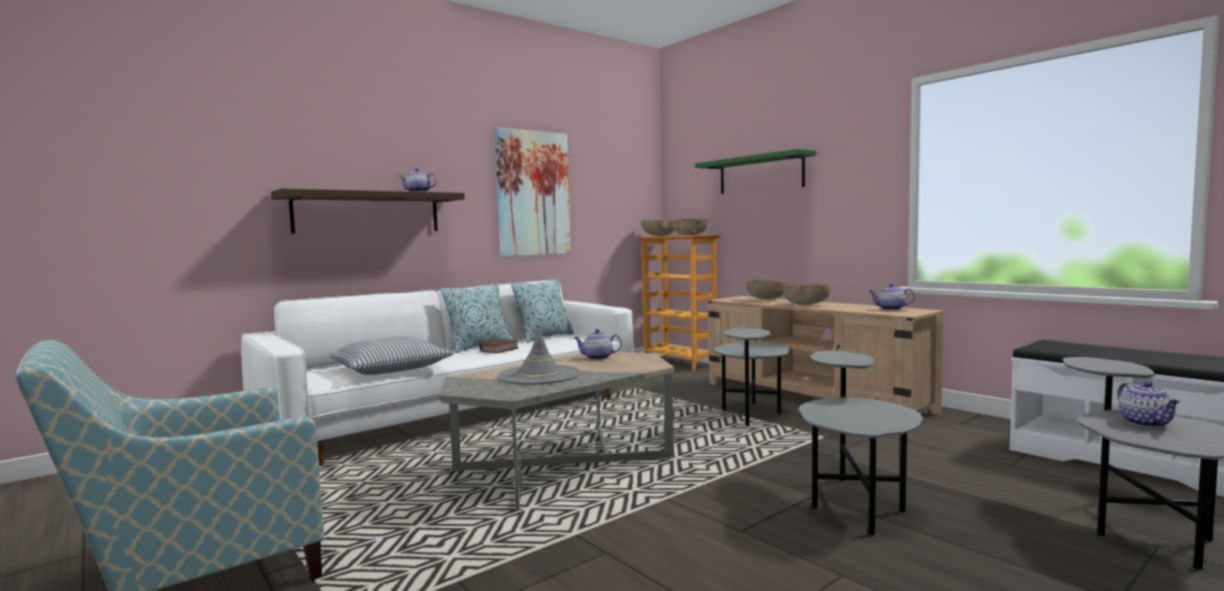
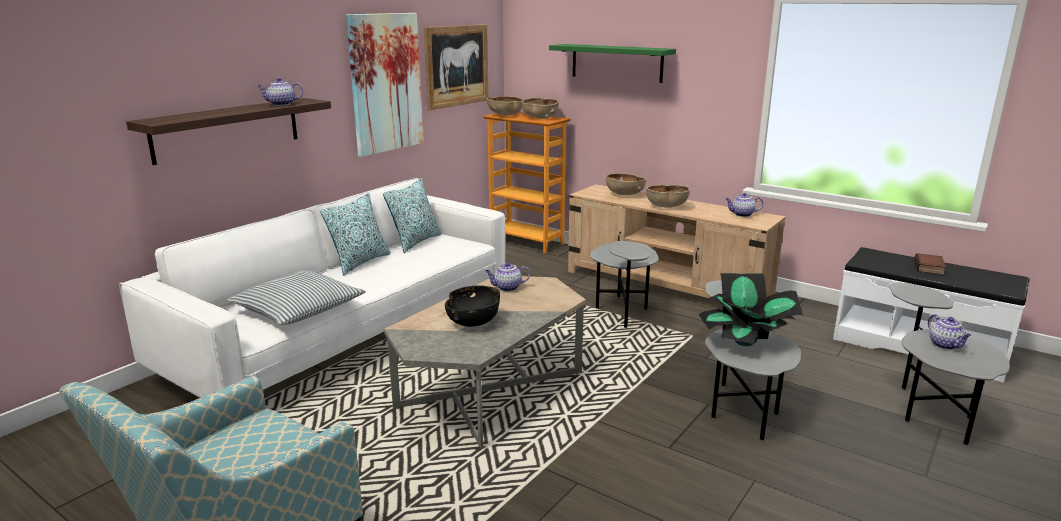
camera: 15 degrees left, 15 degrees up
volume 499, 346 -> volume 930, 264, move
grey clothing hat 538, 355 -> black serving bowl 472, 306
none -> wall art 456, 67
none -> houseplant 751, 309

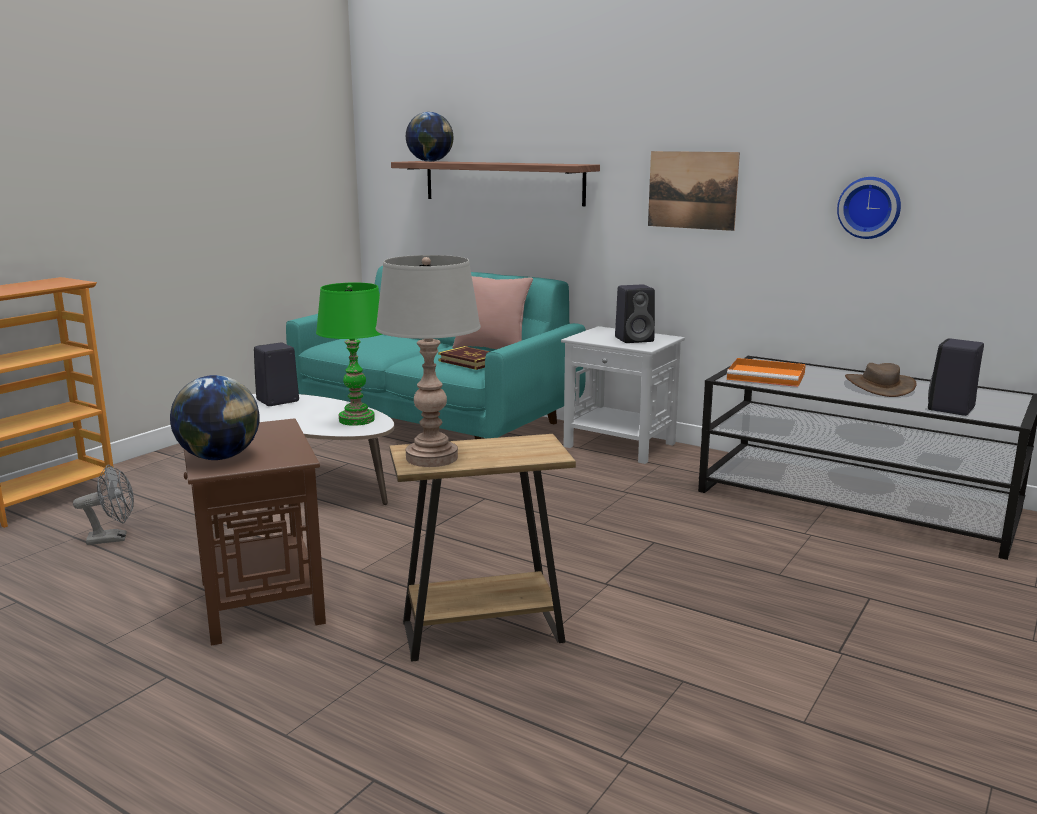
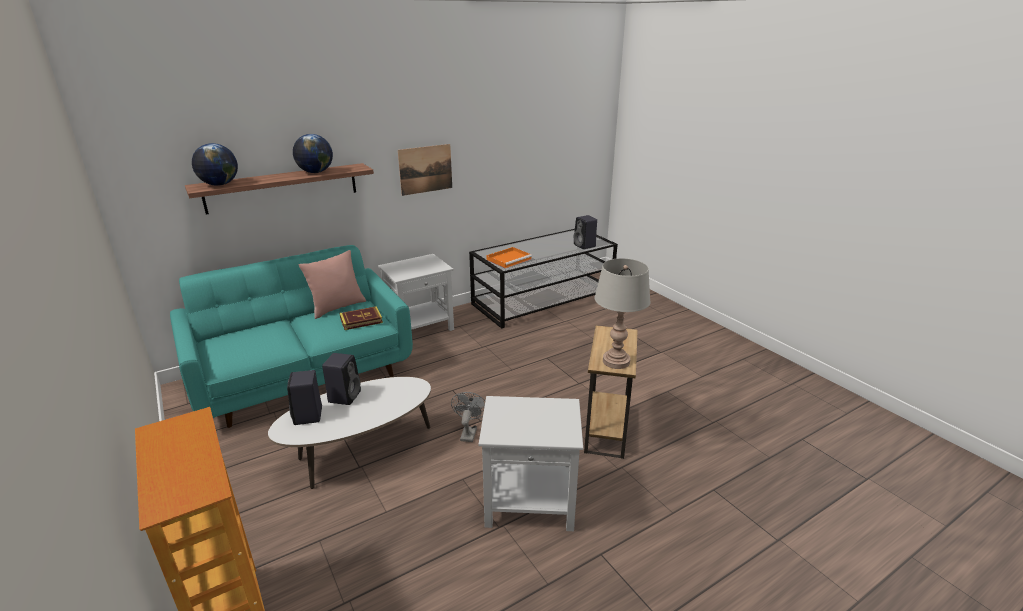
camera: 65 degrees left, 10 degrees up
grey cooling fan 103, 504 -> grey cooling fan 468, 417, move
world globe 215, 417 -> world globe 313, 153, move
brownish side table 255, 532 -> white-coloured side table 530, 463
greenish lamp for a table 349, 354 -> none
black audio speaker 635, 314 -> black audio speaker 341, 379, move
clock on the wall 869, 208 -> none
brownish clothing hat 881, 380 -> none

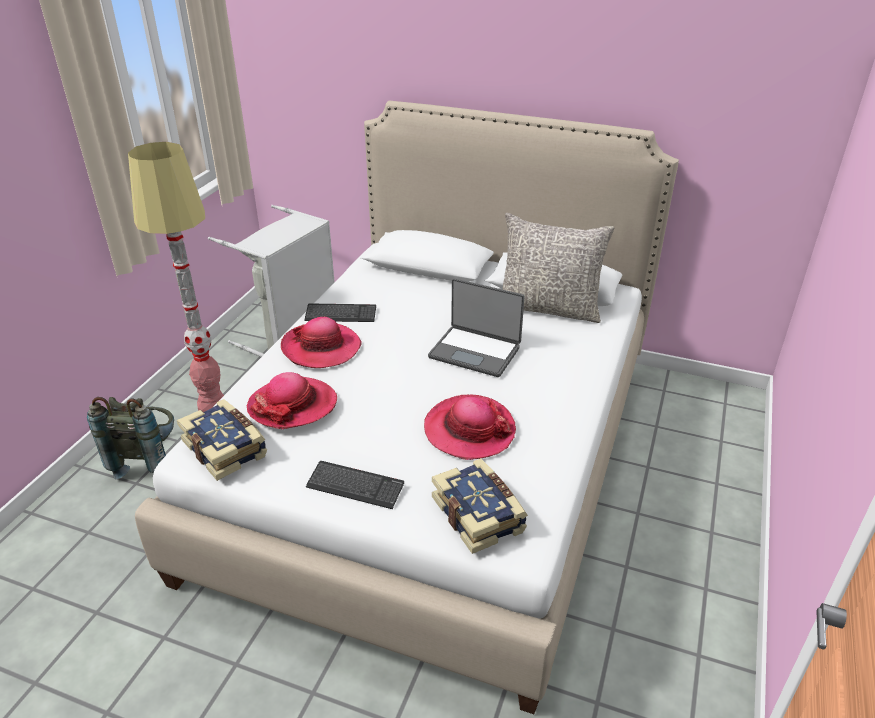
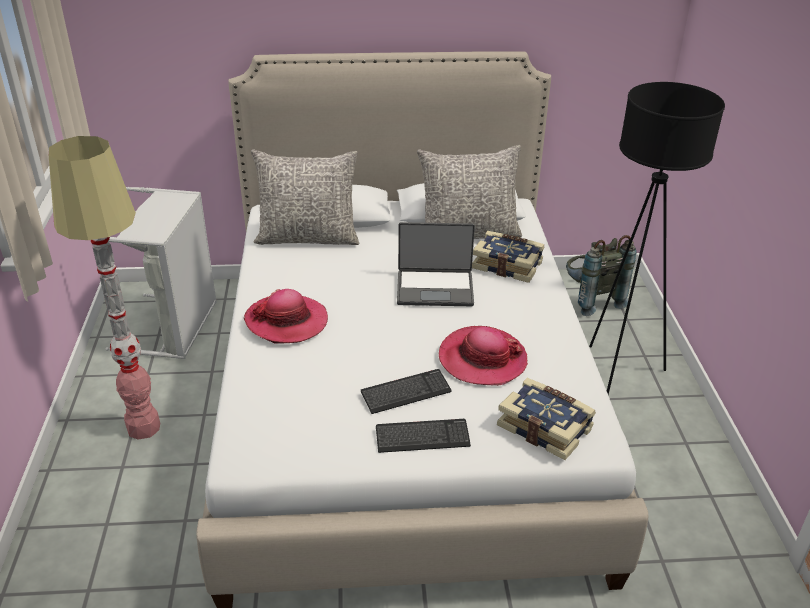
camera: 25 degrees left, 0 degrees up
grey knapsack 130, 438 -> grey knapsack 601, 275, move
volume 222, 440 -> volume 508, 257, move
clothing hat 292, 400 -> none
computer keyboard 340, 313 -> computer keyboard 406, 391, move
none -> grey throw pillow 305, 197
none -> black standing lamp 657, 238

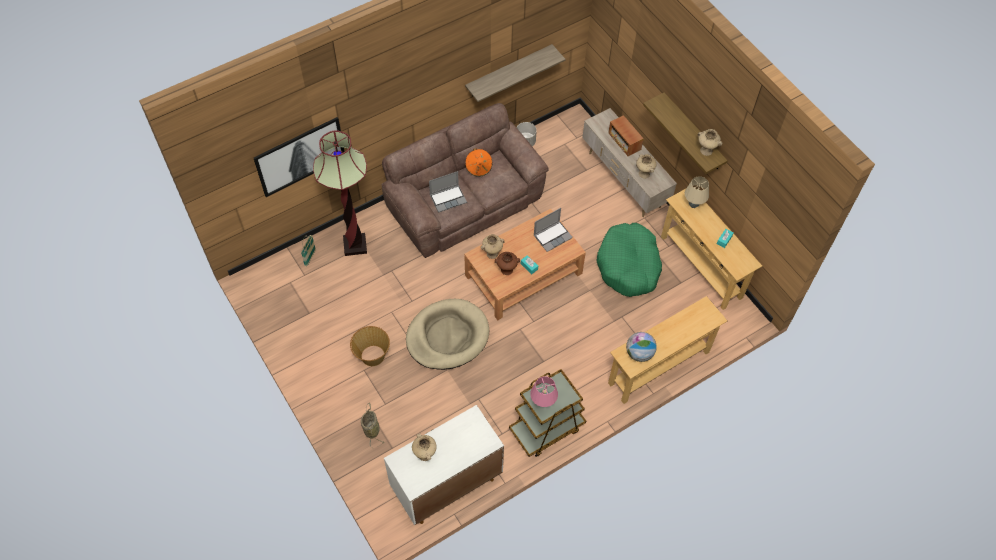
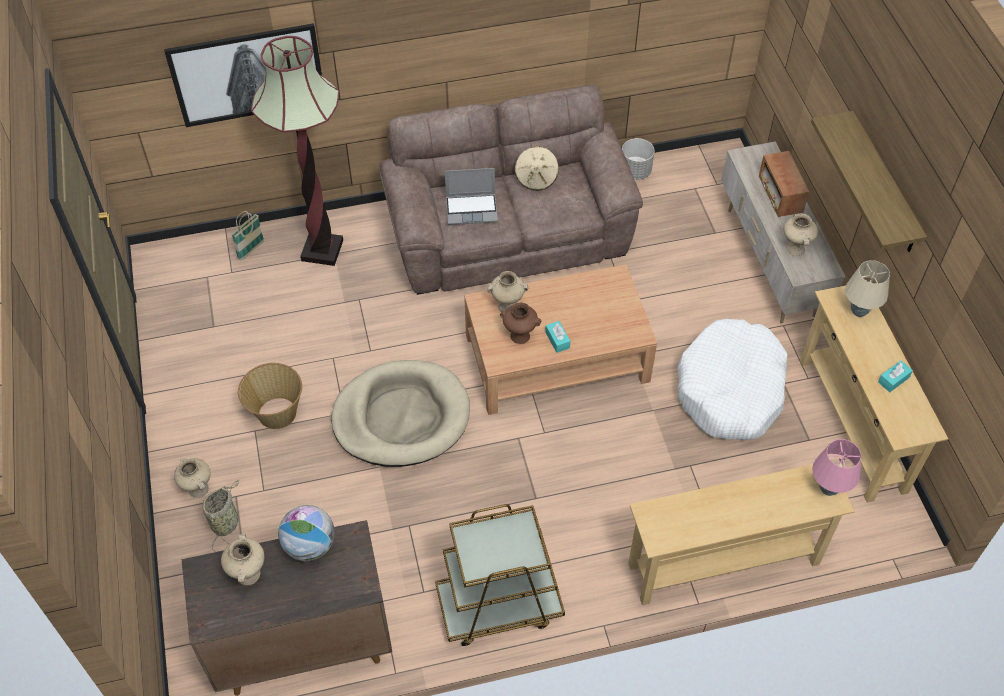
camera: 20 degrees right, 5 degrees down
white-coloured storage cabinet 444, 465 -> brownish storage cabinet 287, 608
shelf 515, 73 -> none
orange clothing hat 478, 162 -> beige clothing hat 536, 168
pinkish lamp for a table 544, 391 -> pinkish lamp for a table 836, 467, move
notebook computer 553, 230 -> none
greenish dog cushion 629, 260 -> white-coloured dog cushion 732, 379
world globe 641, 347 -> world globe 306, 533, move
beige flower vase 710, 142 -> beige flower vase 192, 478, move

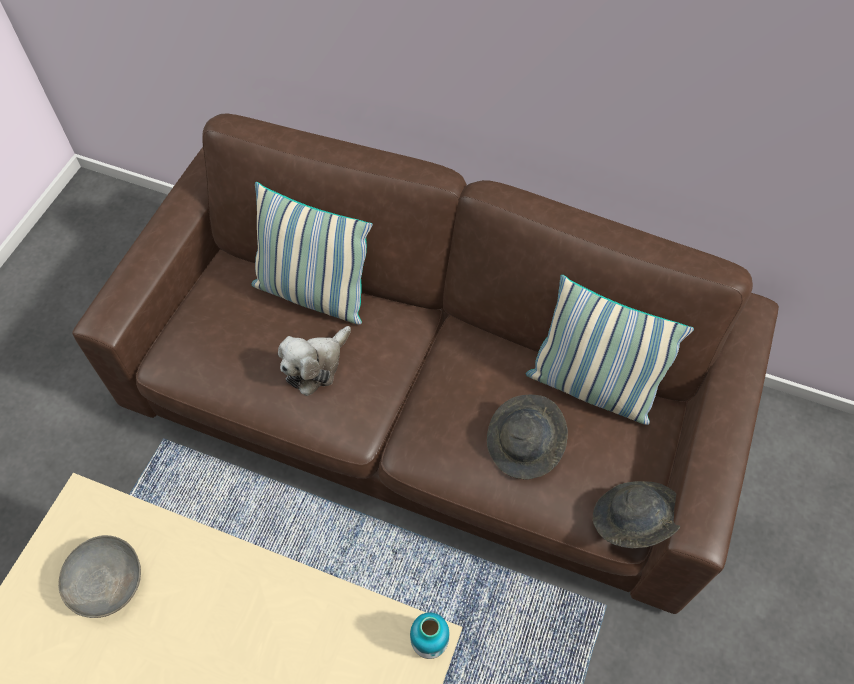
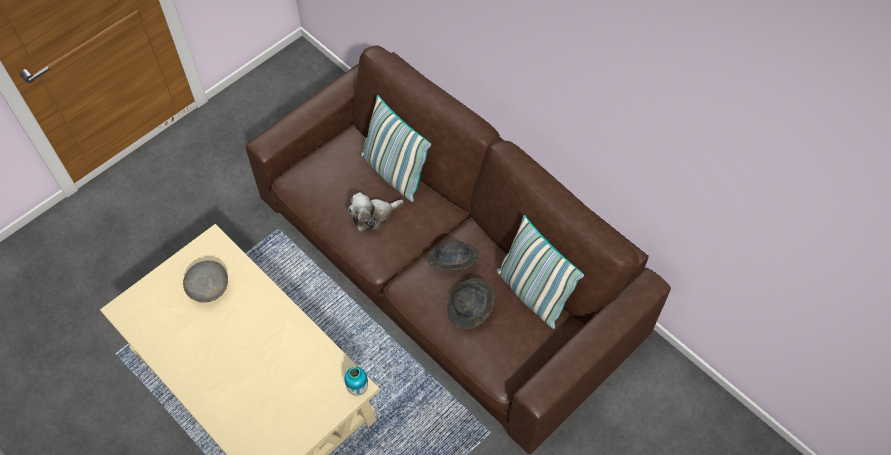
camera: 25 degrees right, 0 degrees up
grey clothing hat 636, 514 -> grey clothing hat 453, 255, move

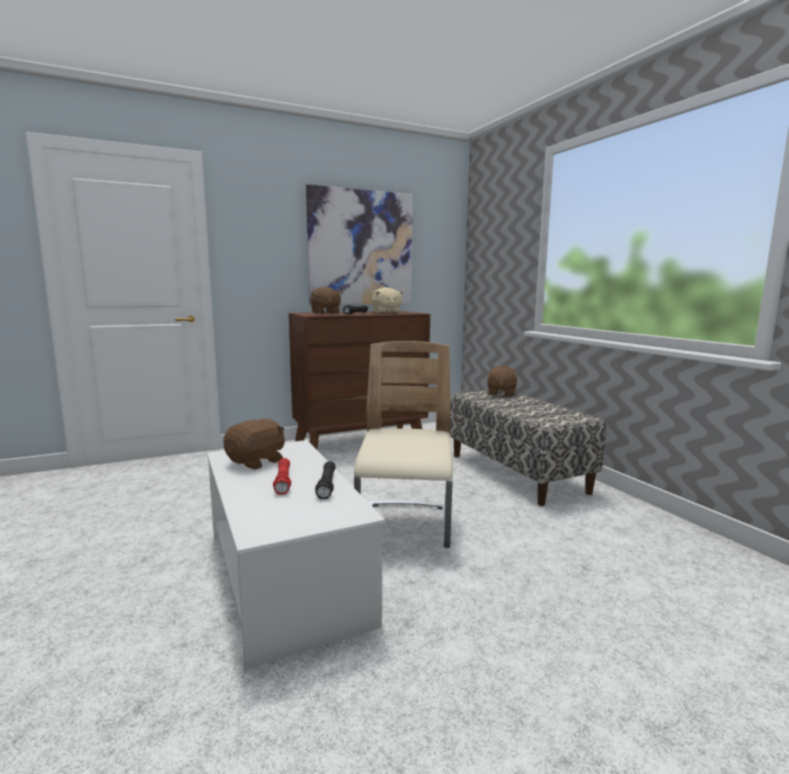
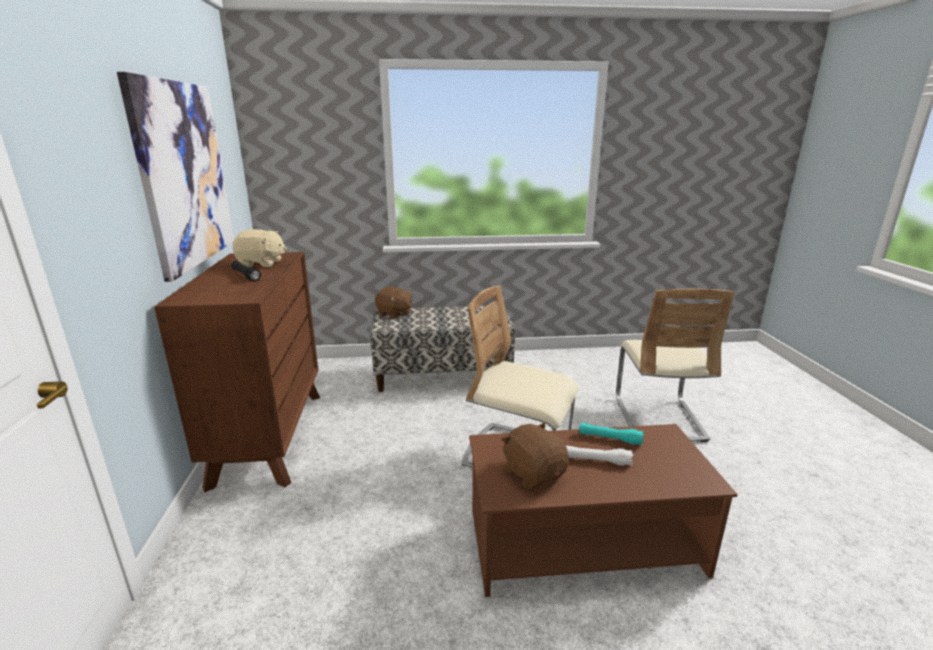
camera: 70 degrees left, 10 degrees up
white-coloured coffee table 296, 555 -> brownish coffee table 603, 510
red-coloured torch 282, 476 -> white-coloured torch 599, 456
brownish plush toy 326, 300 -> none
black torch 325, 480 -> blue-green torch 611, 434
none -> beige chair 675, 365

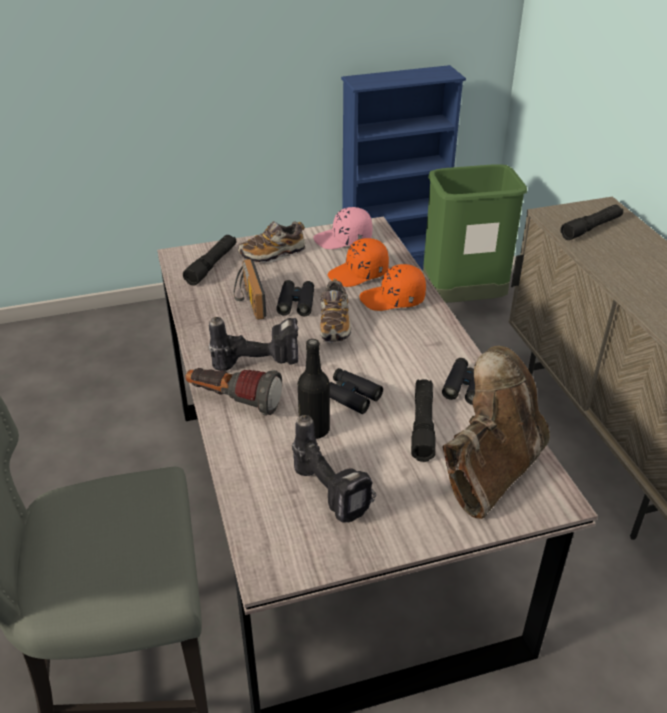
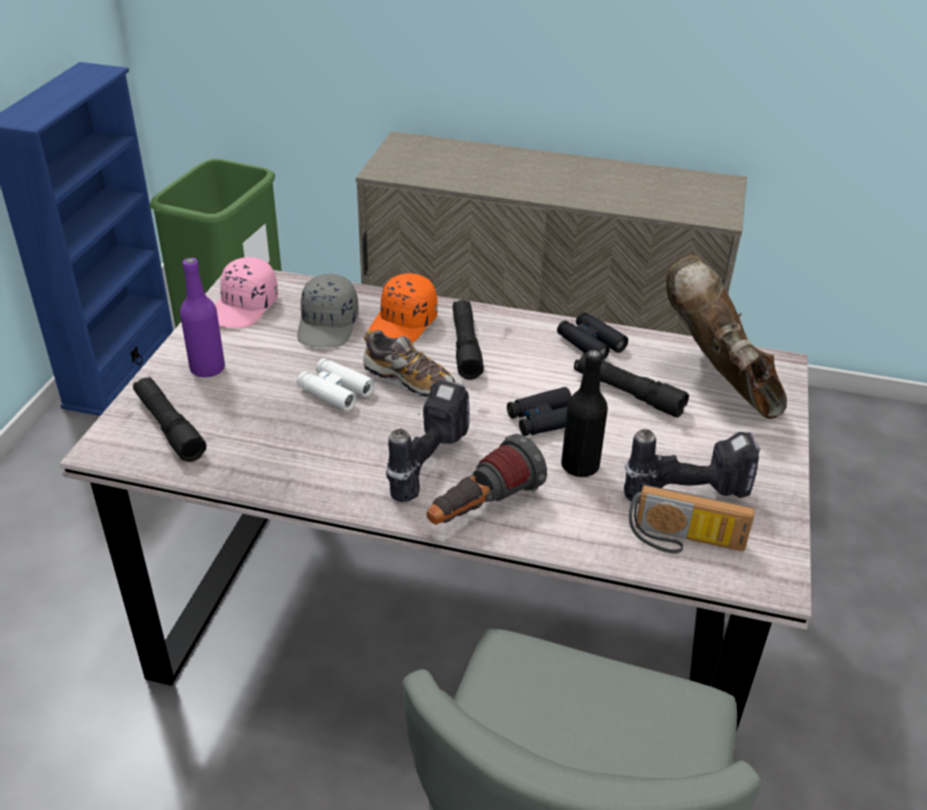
camera: 60 degrees left, 0 degrees up
radio set 250, 289 -> radio set 692, 519, move
item of footwear 271, 242 -> purple-coloured beverage bottle 202, 317
black field glasses 295, 298 -> white-coloured field glasses 336, 384
orange peaked cap 358, 262 -> grey peaked cap 327, 311
black torch 591, 222 -> black torch 468, 340, move

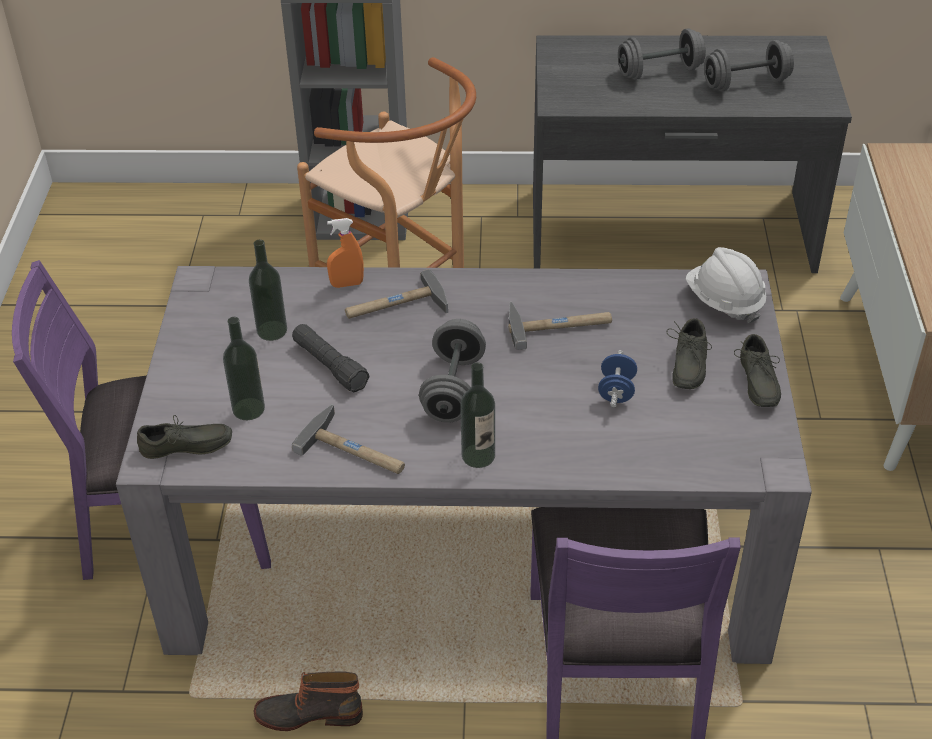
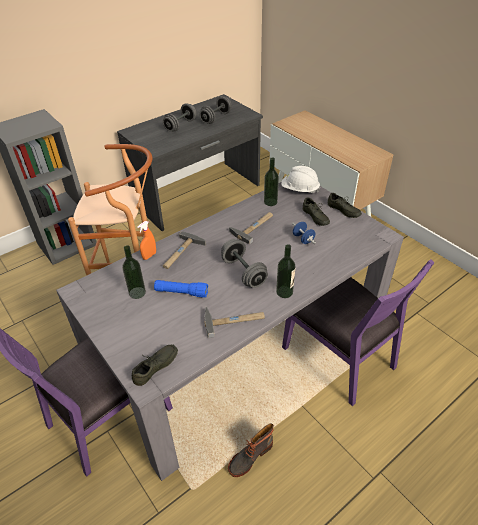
camera: 40 degrees left, 0 degrees up
beverage bottle 244, 368 -> beverage bottle 271, 181, move
black torch 330, 358 -> bluish torch 181, 289

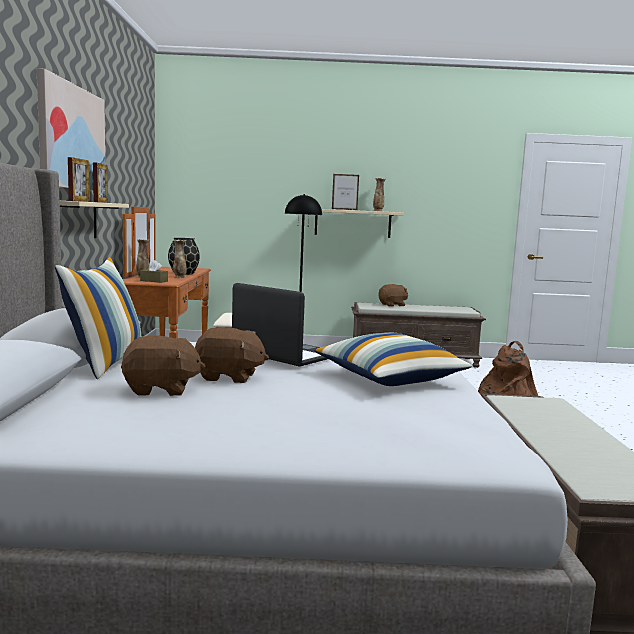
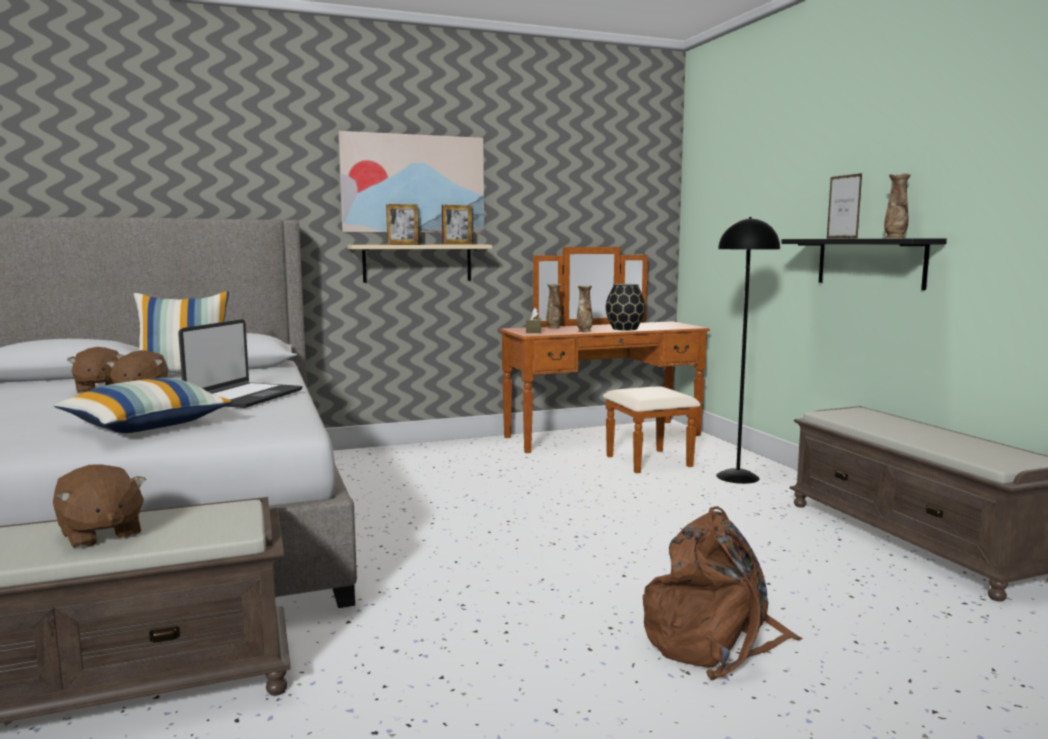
camera: 70 degrees right, 0 degrees up
beige shelf 359, 223 -> black shelf 864, 264
brownish plush toy 393, 295 -> brownish plush toy 99, 506, move

